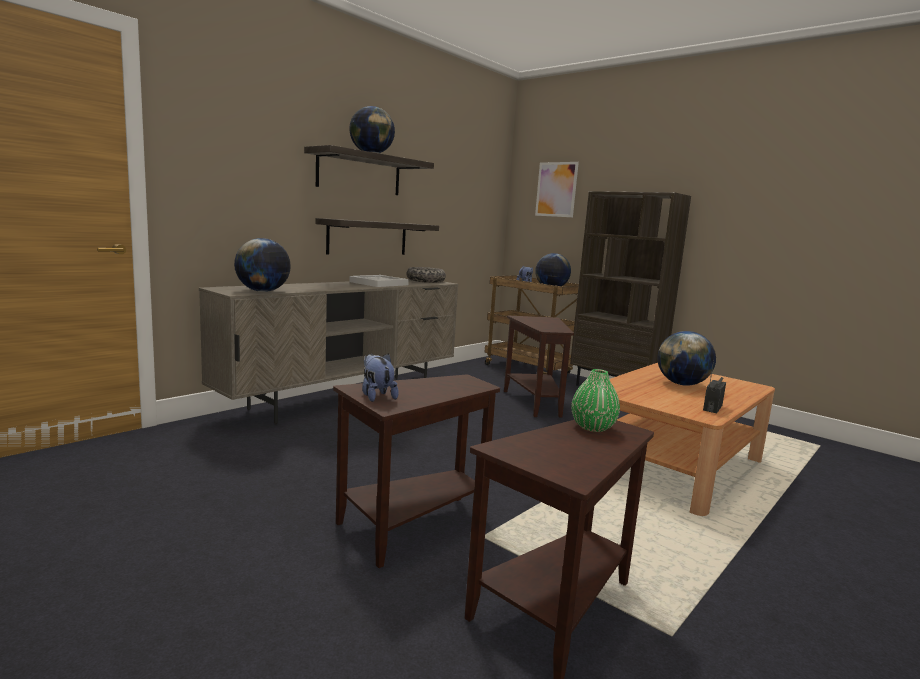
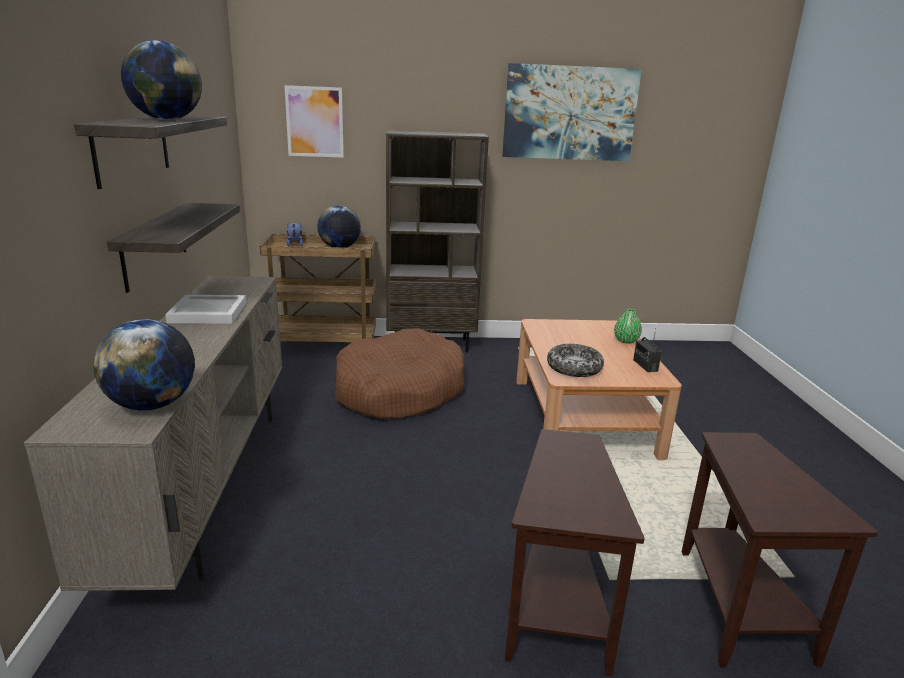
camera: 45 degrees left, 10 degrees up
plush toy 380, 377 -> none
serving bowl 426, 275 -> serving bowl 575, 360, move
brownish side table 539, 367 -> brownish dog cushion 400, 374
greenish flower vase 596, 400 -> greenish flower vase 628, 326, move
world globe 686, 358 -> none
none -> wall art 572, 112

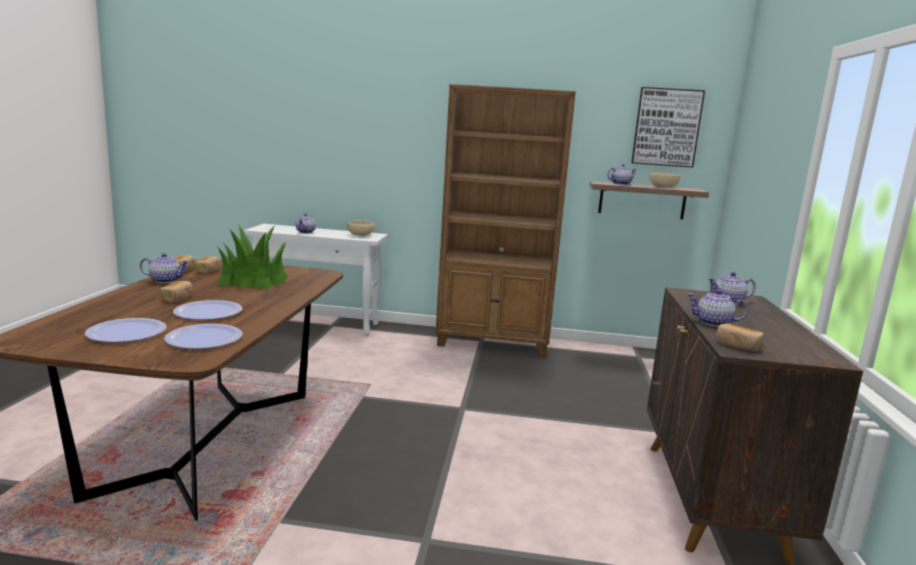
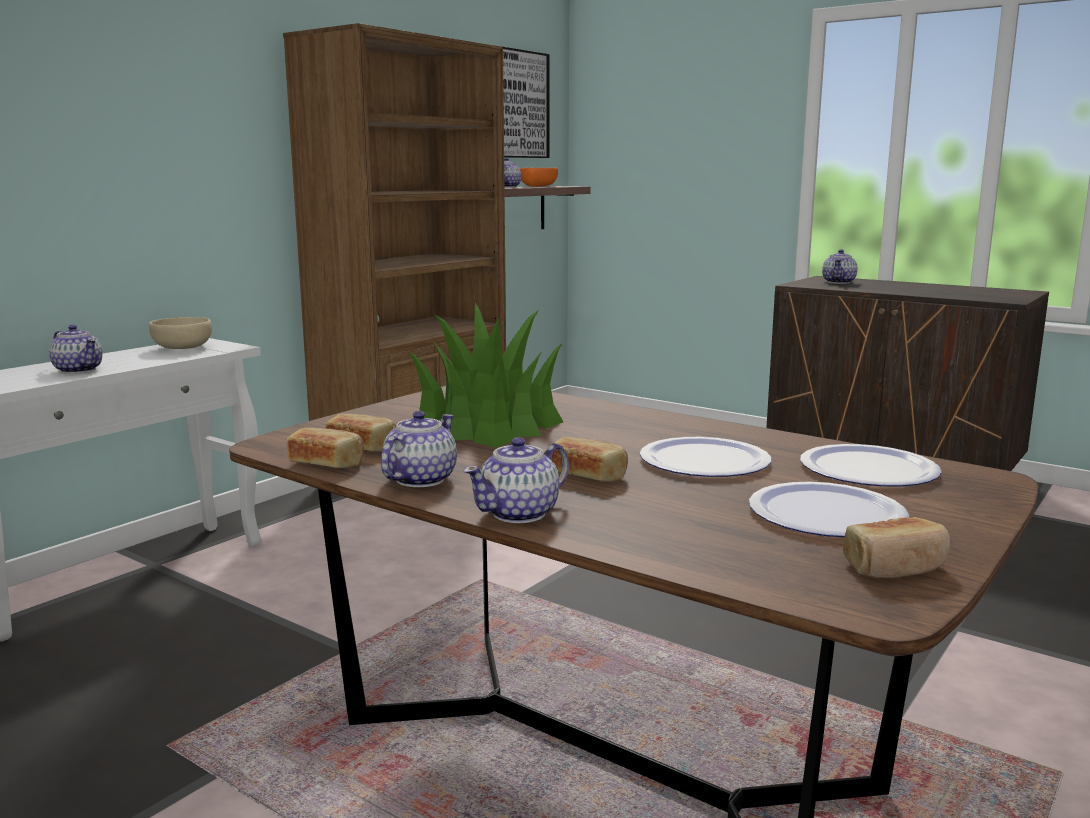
camera: 60 degrees left, 0 degrees up
beige serving bowl 665, 179 -> orange serving bowl 539, 177
pot for tea 718, 308 -> pot for tea 516, 480, move
bread 739, 337 -> bread 896, 547, move

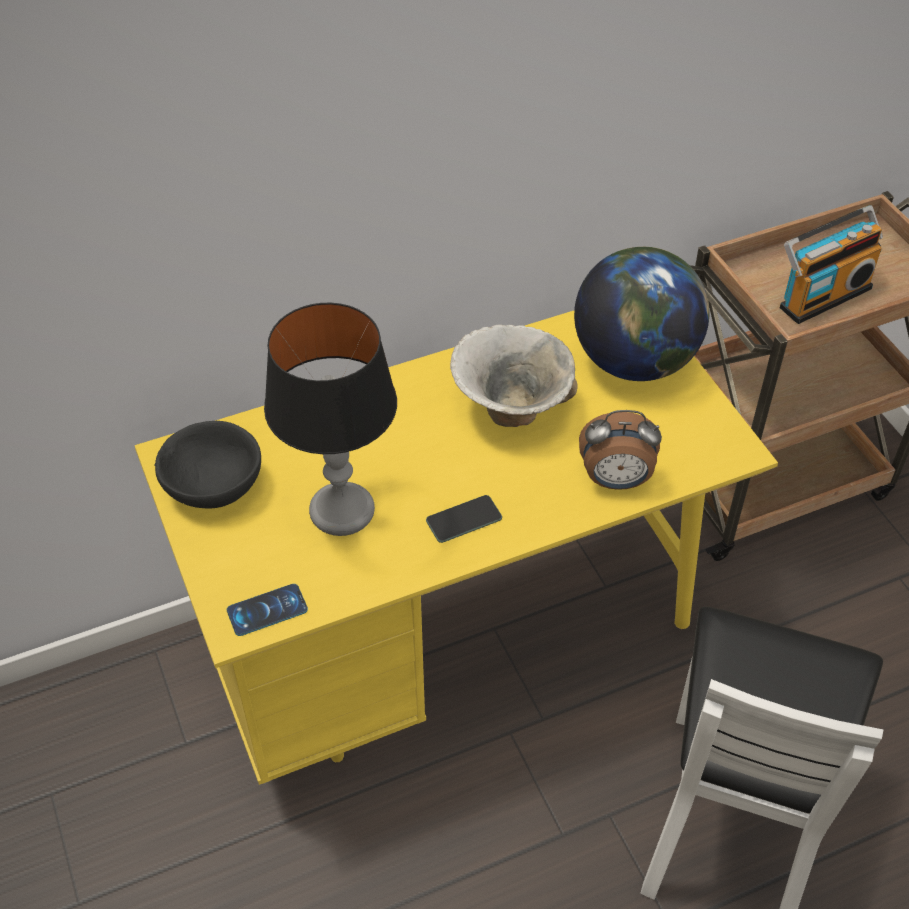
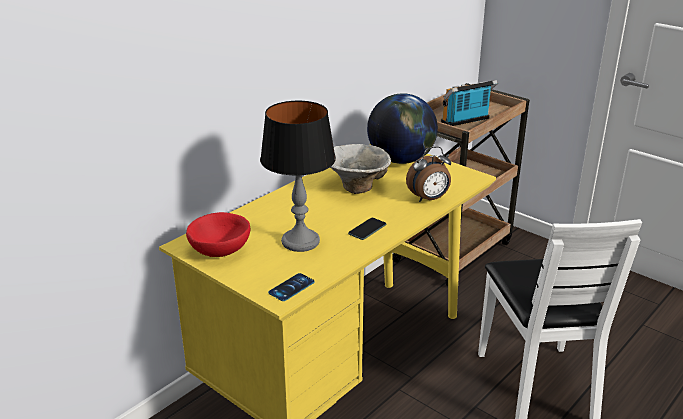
camera: 25 degrees left, 20 degrees down
black serving bowl 207, 464 -> red-coloured serving bowl 218, 234
radio set 831, 264 -> radio set 469, 103, 150 degrees counterclockwise

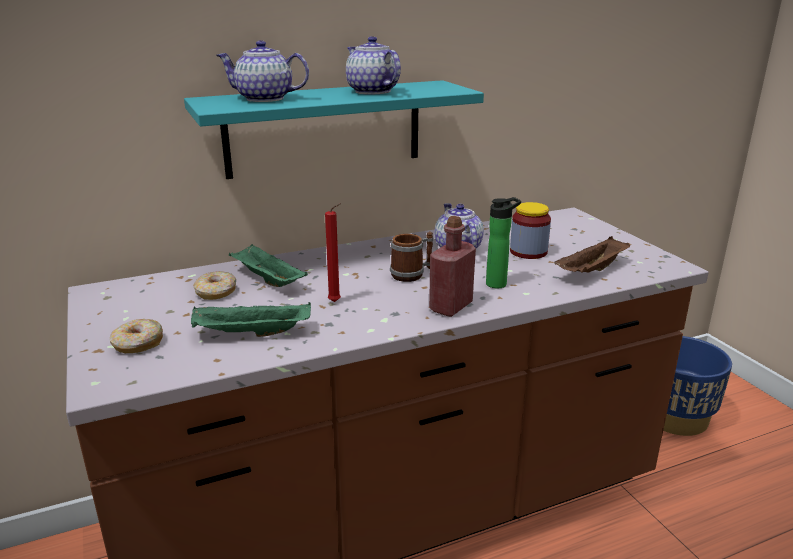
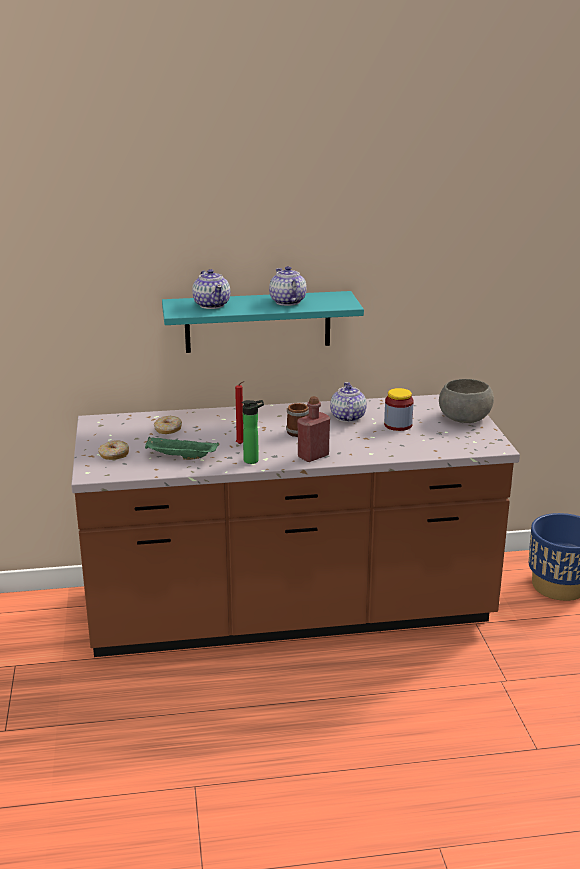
camera: 15 degrees right, 0 degrees up
pot for tea 262, 71 -> pot for tea 211, 289, 135 degrees counterclockwise
greenish tray 268, 266 -> none
beverage bottle 503, 242 -> beverage bottle 253, 432, move
brownish tray 592, 254 -> none
none -> grey serving bowl 466, 401

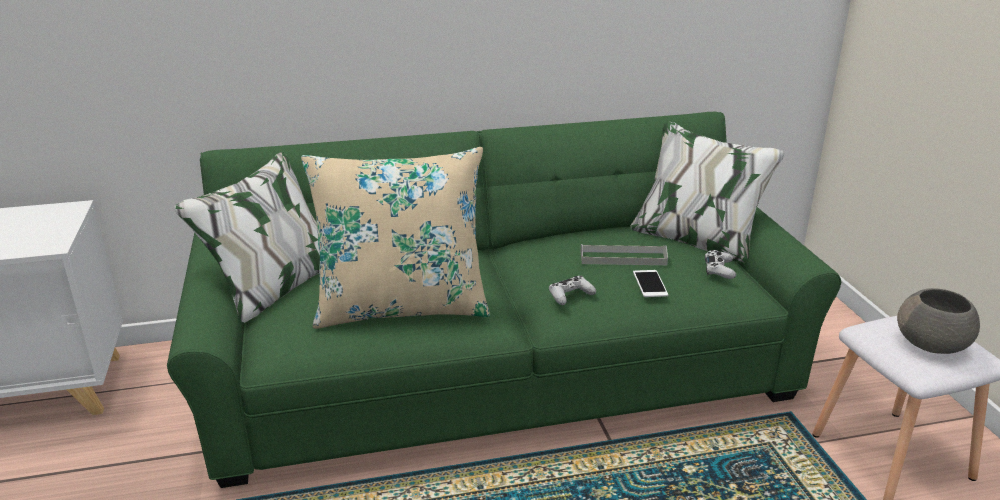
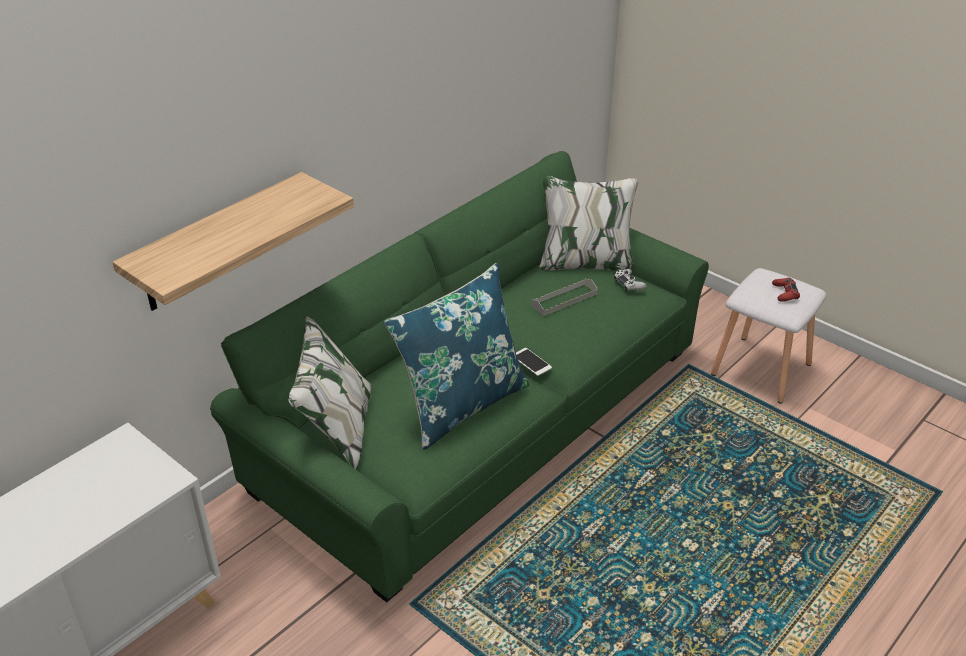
camera: 35 degrees left, 10 degrees up
beige throw pillow 395, 238 -> bluish throw pillow 456, 356
white-coloured gamepad 572, 290 -> none
telephone 650, 283 -> telephone 534, 362, move
grey serving bowl 938, 321 -> red-coloured gamepad 786, 290
none -> shelf 233, 241

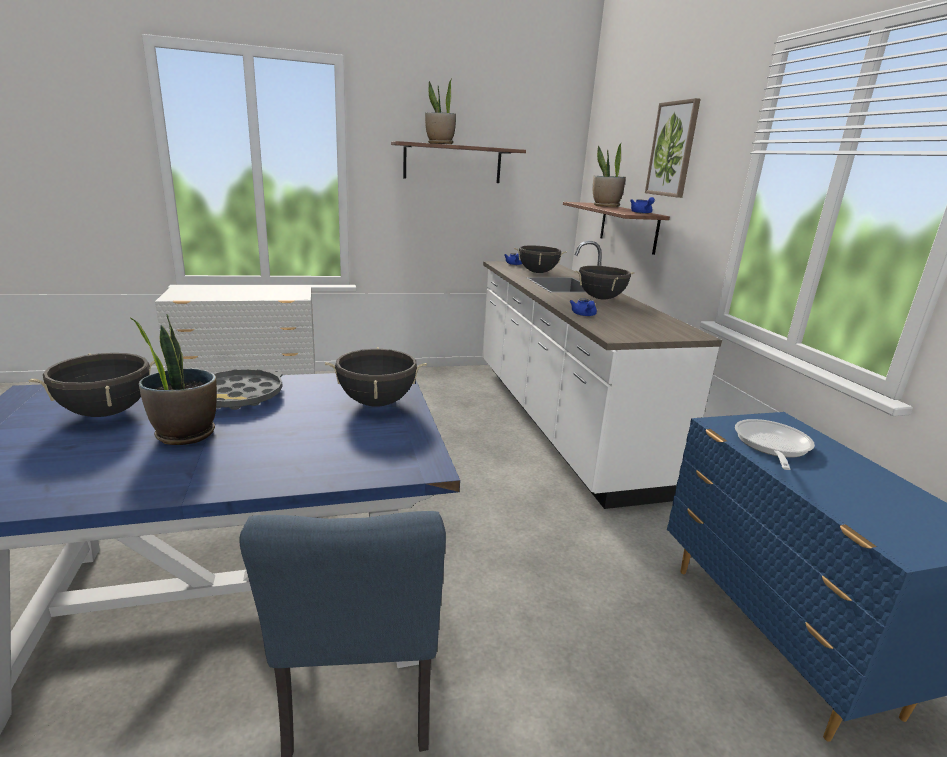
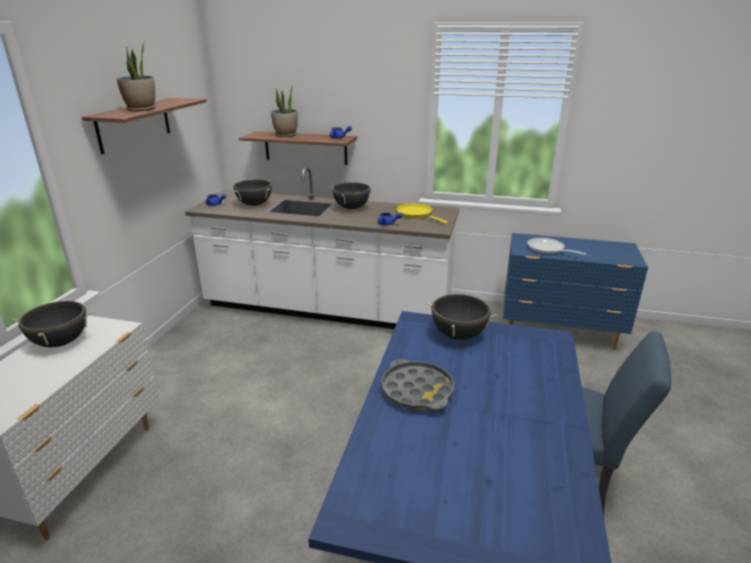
camera: 60 degrees left, 5 degrees up
black saucepot 91, 385 -> black saucepot 52, 323, move
houseplant 174, 379 -> none
wall art 673, 148 -> none
none -> yellow frying pan 422, 213

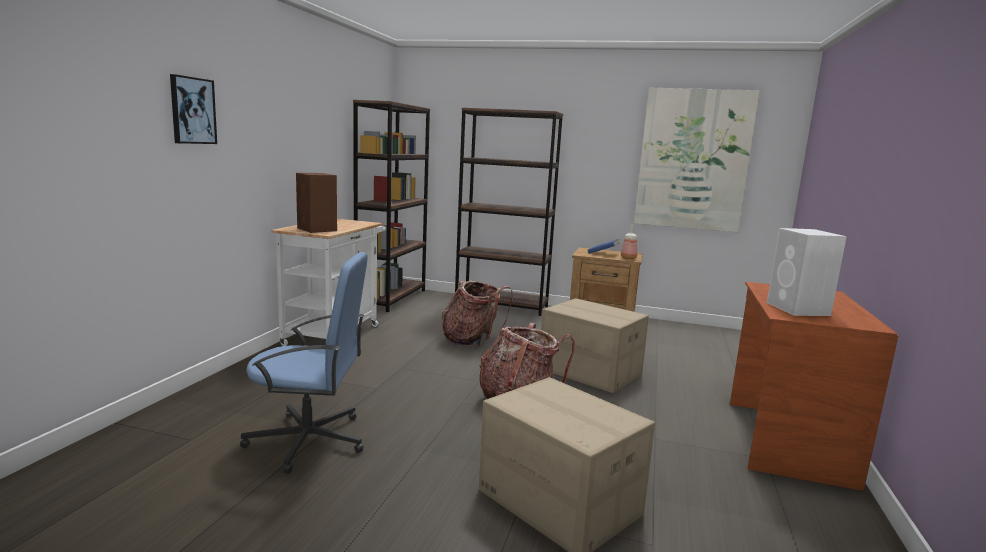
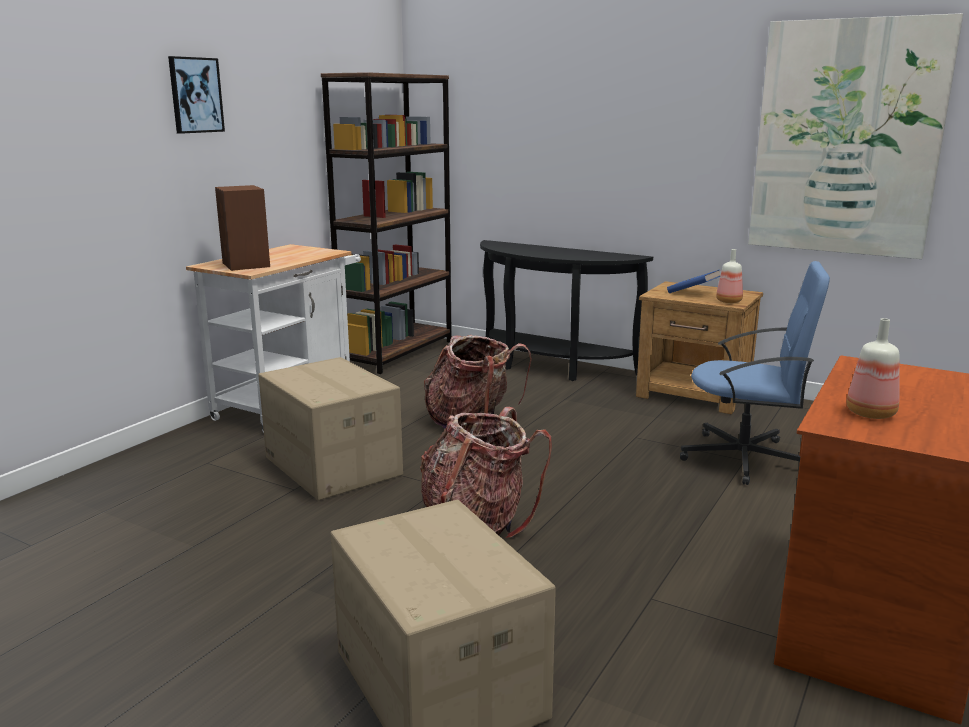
camera: 15 degrees right, 5 degrees up
wall art 193, 109 -> wall art 196, 95, move
bluish office chair 304, 363 -> bluish office chair 755, 373, move
brownish bookcase 509, 212 -> black console table 566, 310
packing box 595, 345 -> packing box 330, 428, move
white-coloured audio speaker 807, 272 -> beverage bottle 873, 368

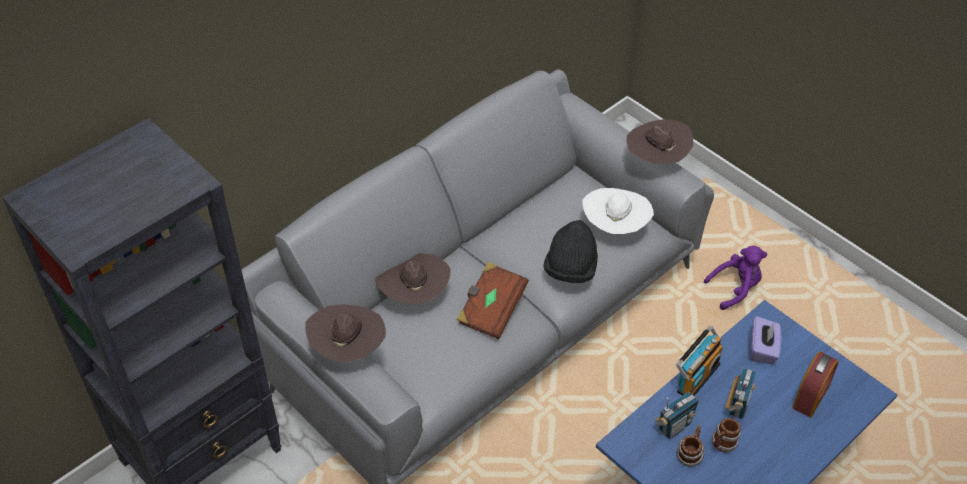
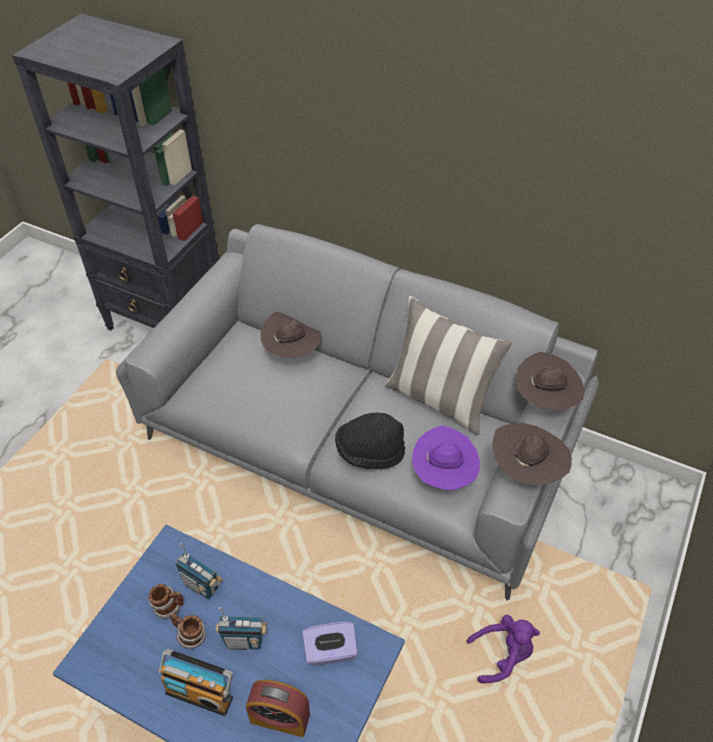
camera: 70 degrees right, 0 degrees up
brownish clothing hat 345, 333 -> brownish clothing hat 550, 381, move
brownish volume 493, 300 -> none
white-coloured clothing hat 618, 212 -> purple-coloured clothing hat 446, 457
radio set 699, 361 -> radio set 196, 682, move
purple-coloured plush toy 735, 278 -> purple-coloured plush toy 503, 649, 60 degrees counterclockwise
none -> throw pillow 448, 366

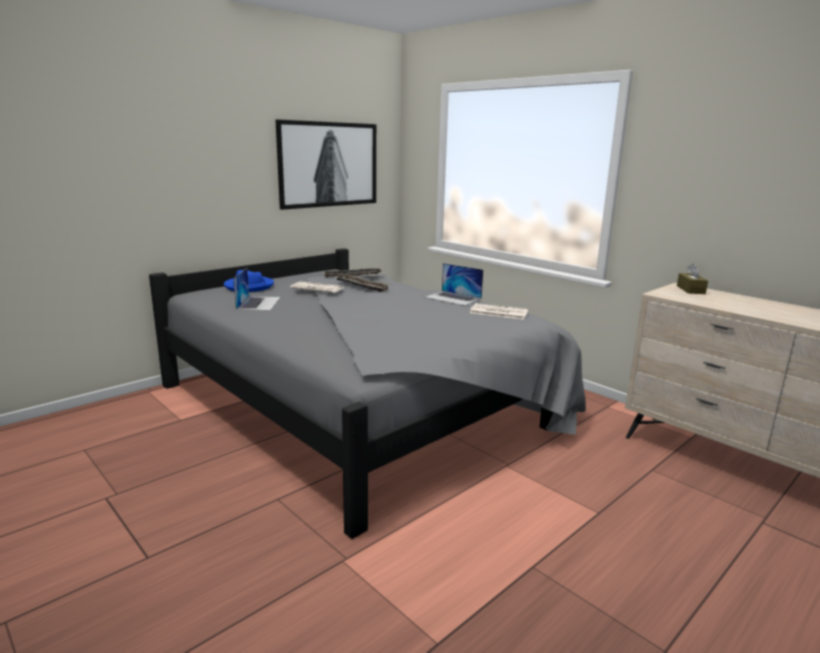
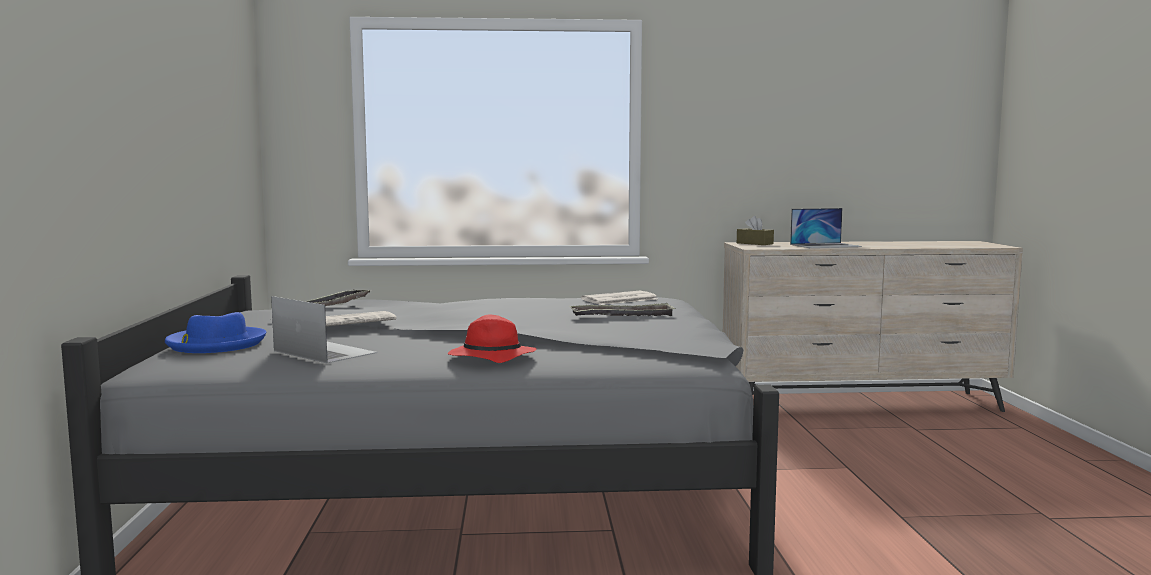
camera: 50 degrees left, 10 degrees down
wall art 325, 164 -> none
tray 362, 283 -> tray 623, 309, move
notebook computer 454, 284 -> notebook computer 826, 228, move
none -> red-coloured clothing hat 492, 338

